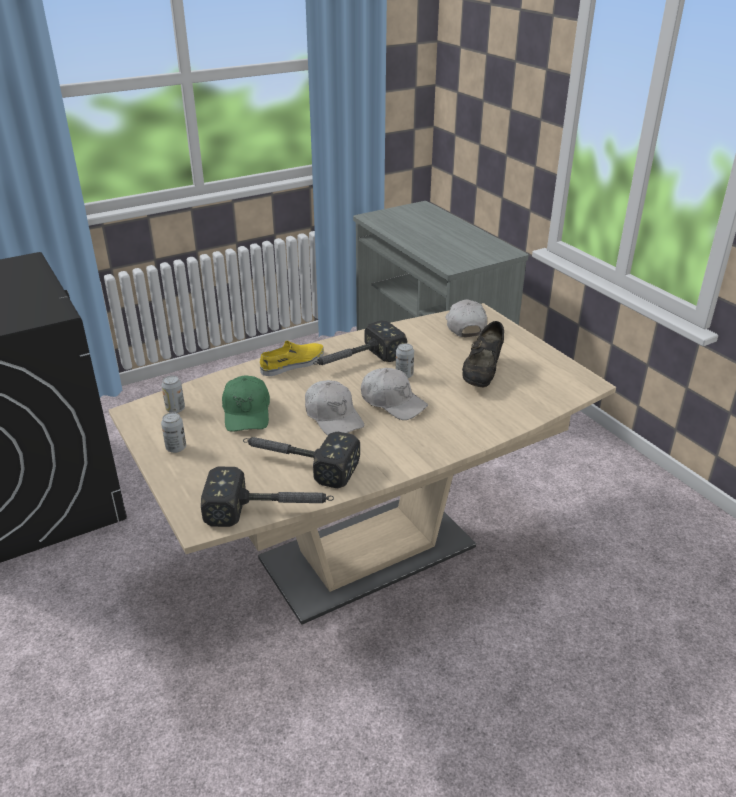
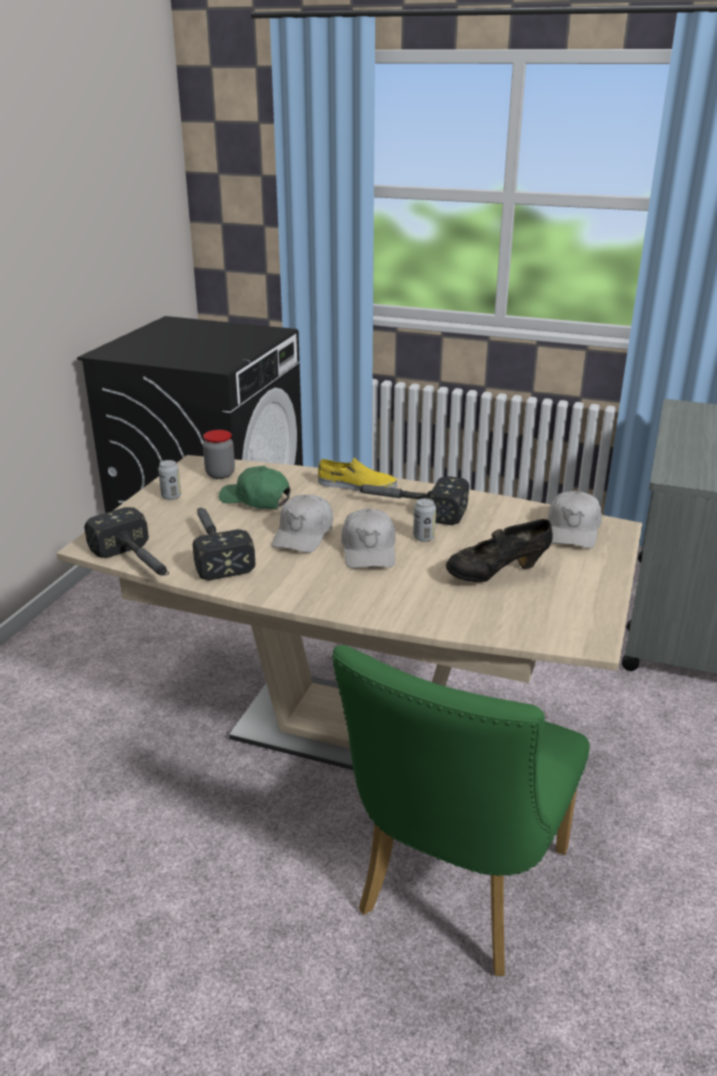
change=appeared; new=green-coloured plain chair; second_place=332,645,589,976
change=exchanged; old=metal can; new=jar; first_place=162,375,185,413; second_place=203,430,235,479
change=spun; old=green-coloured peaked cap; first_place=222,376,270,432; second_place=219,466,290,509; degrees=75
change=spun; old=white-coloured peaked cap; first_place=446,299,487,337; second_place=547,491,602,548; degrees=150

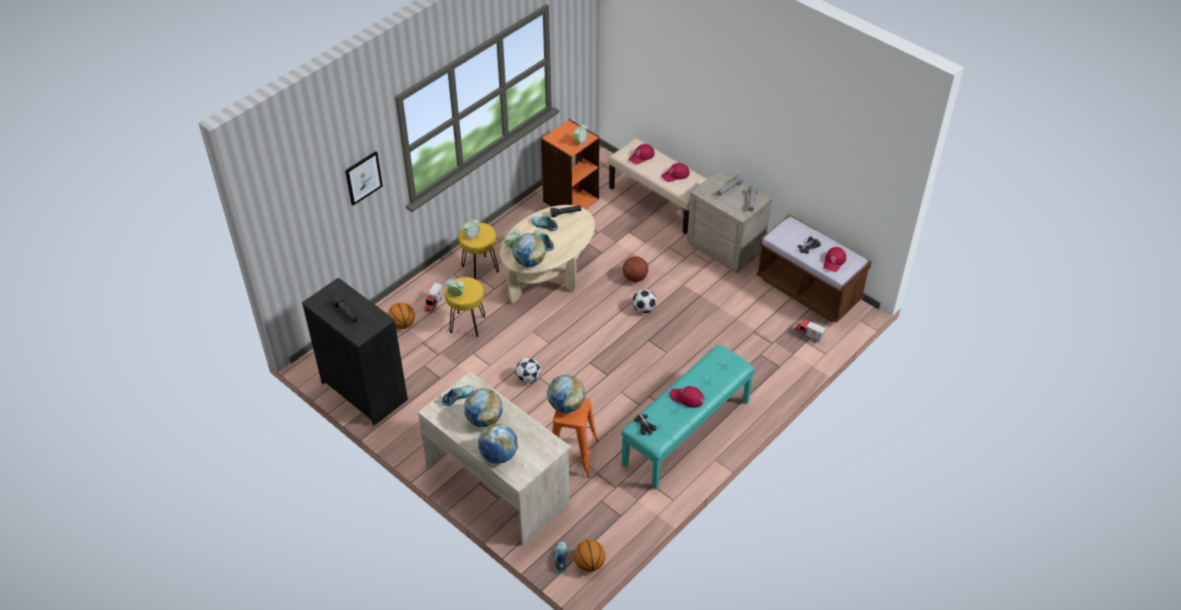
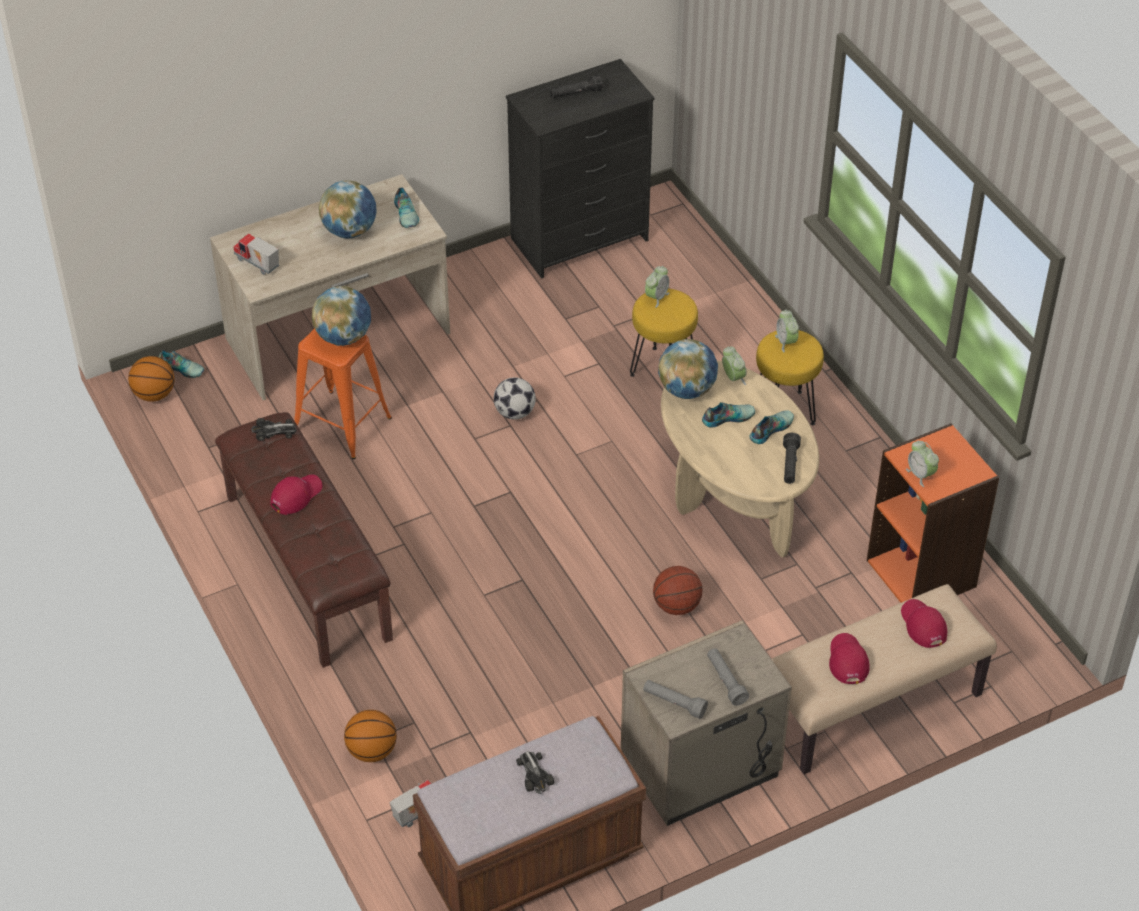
change=missing; old=picture; first_place=345,151,383,206
change=missing; old=desk globe; first_place=478,423,518,464
change=missing; old=football; first_place=632,289,657,313
change=missing; old=reddish peaked cap; first_place=823,247,846,272
change=relocated; old=basketball; first_place=388,302,415,329; second_place=344,710,397,762
change=relocated; old=toy truck; first_place=424,283,443,313; second_place=233,234,279,275
change=colour; old=turquoise indoor bench; new=brownish indoor bench; first_place=621,345,755,490; second_place=215,412,393,668

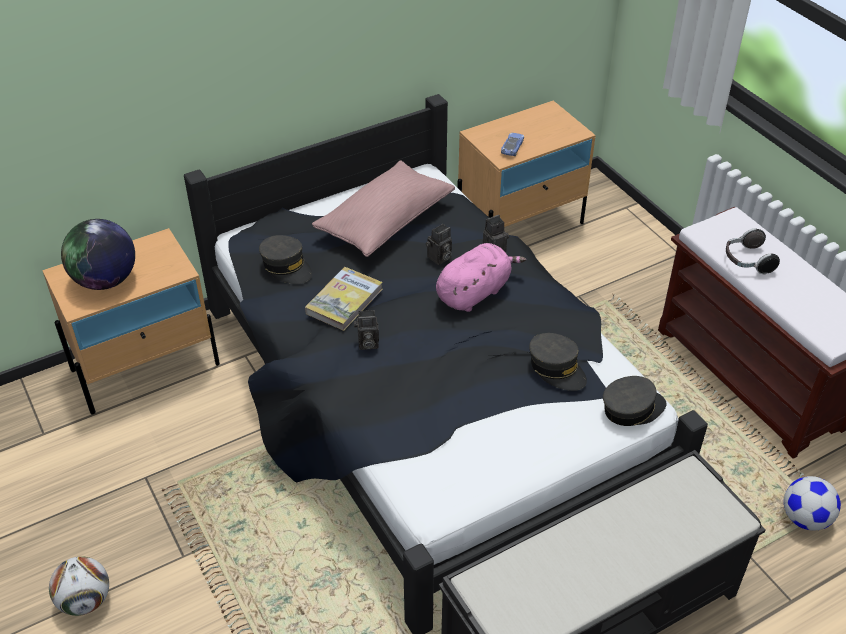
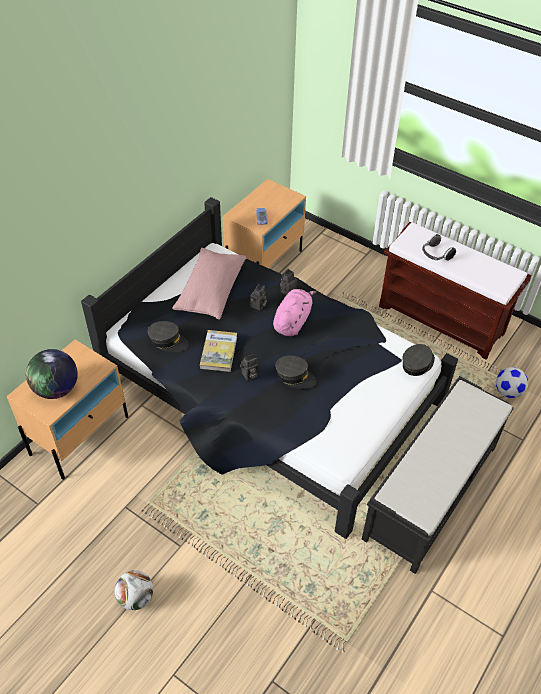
change=relocated; old=gray peaked cap; first_place=529,333,587,391; second_place=275,355,317,389

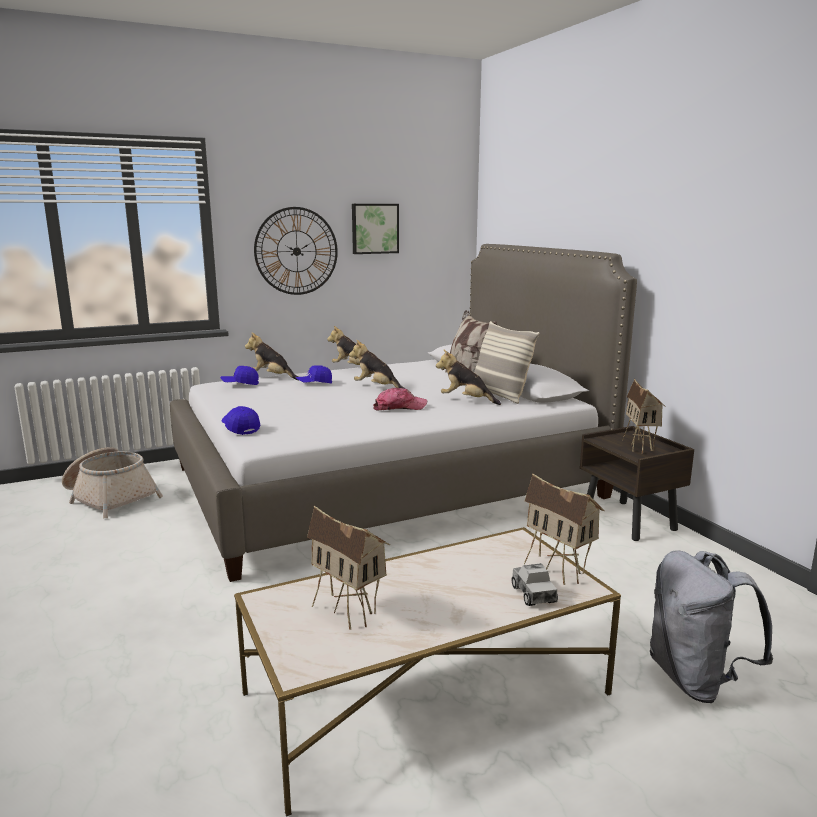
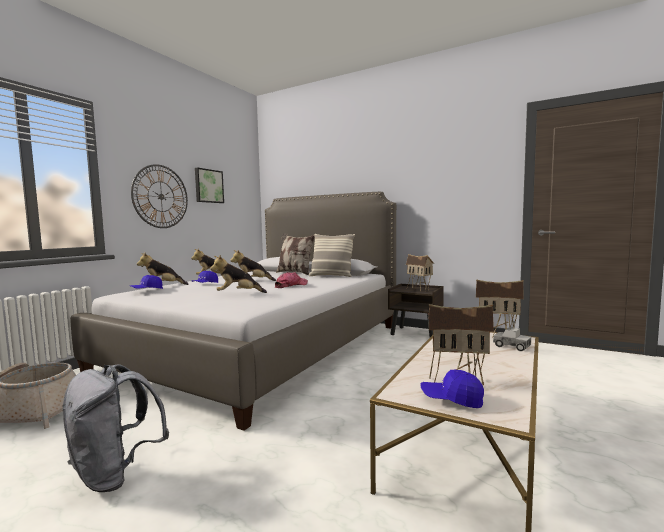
change=relocated; old=blue-coloured peaked cap; first_place=221,406,260,435; second_place=420,370,484,408
change=relocated; old=cuddly toy; first_place=436,349,501,405; second_place=210,255,267,293
change=relocated; old=gray backpack; first_place=650,550,773,703; second_place=62,364,169,492

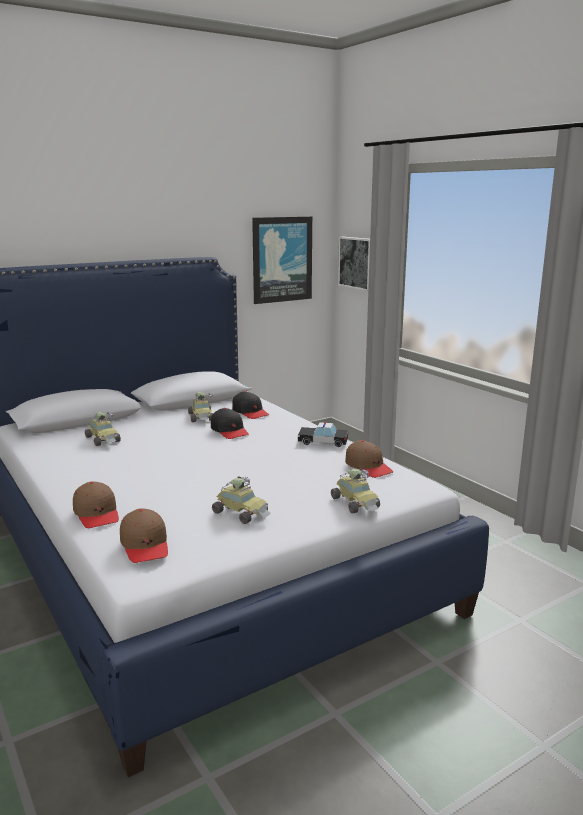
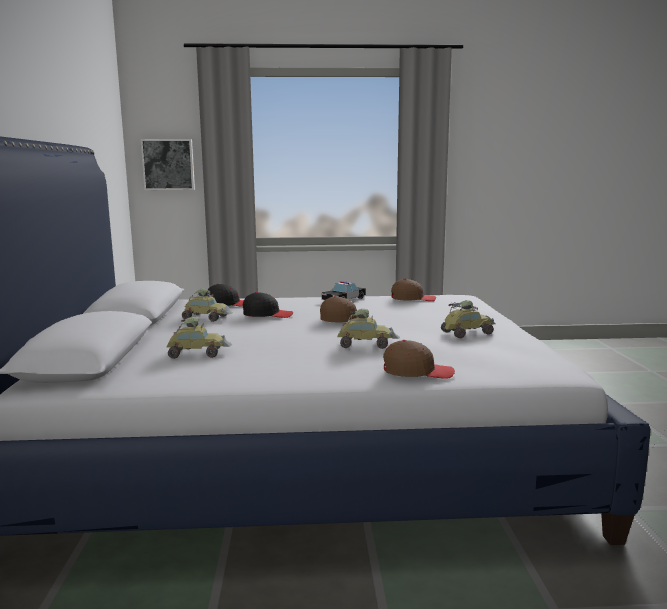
change=missing; old=picture; first_place=252,216,312,304
change=relocated; old=brownish peaked cap; first_place=120,508,168,563; second_place=320,296,372,322
change=relocated; old=miniature car; first_place=331,468,380,514; second_place=337,309,400,349

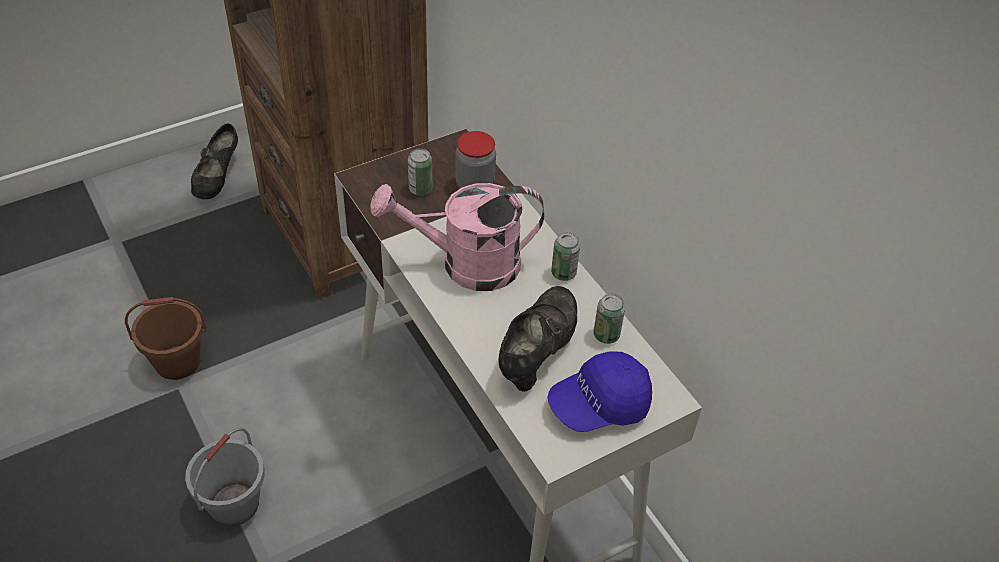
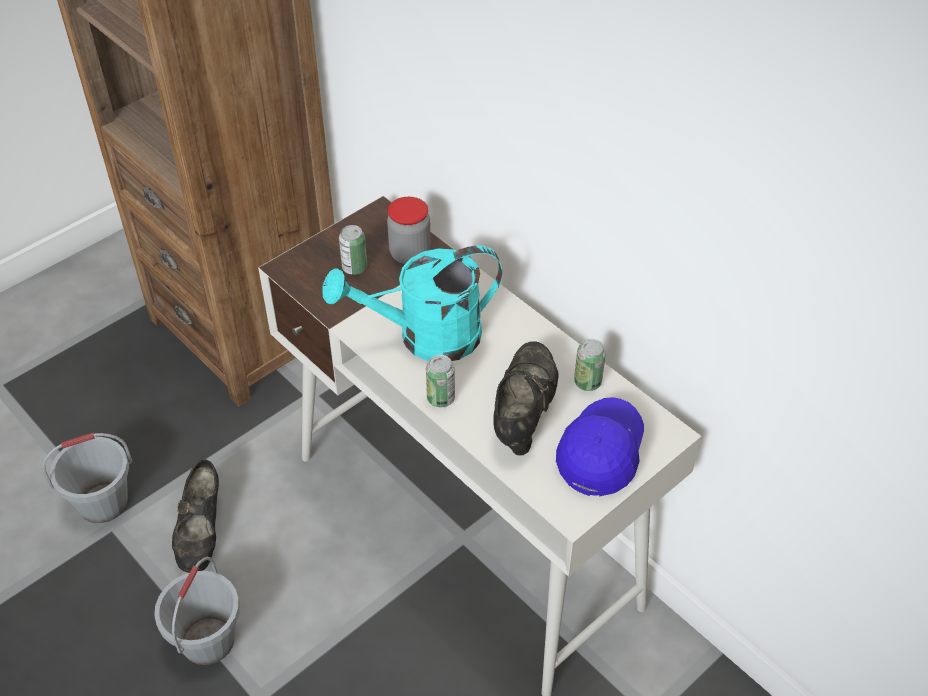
change=relocated; old=black shoe; first_place=191,123,238,199; second_place=172,459,219,573
change=relocated; old=metal can; first_place=551,232,580,281; second_place=426,355,455,407
change=colour; old=brownish pail; new=gray pail; first_place=125,297,207,380; second_place=43,433,132,523
change=colour; old=pink watering can; new=turquoise watering can; first_place=370,183,544,291; second_place=322,245,502,361
change=spun; old=blue-coloured peaked cap; first_place=548,351,652,432; second_place=556,397,644,497; degrees=150

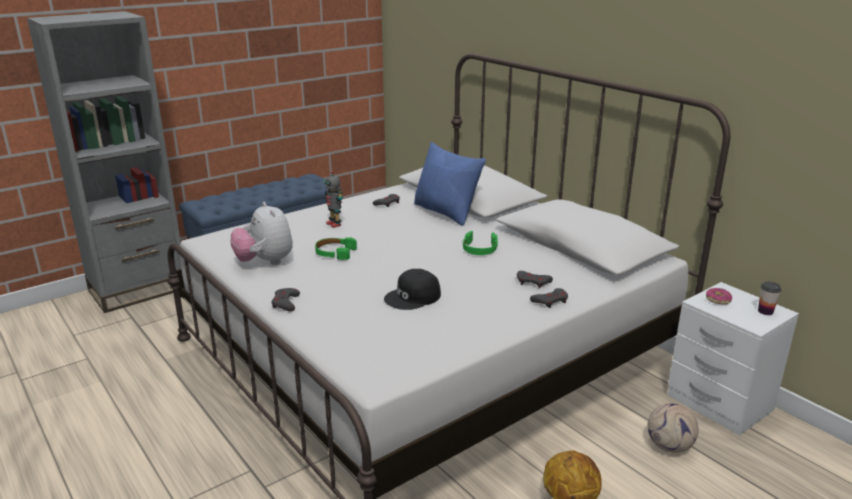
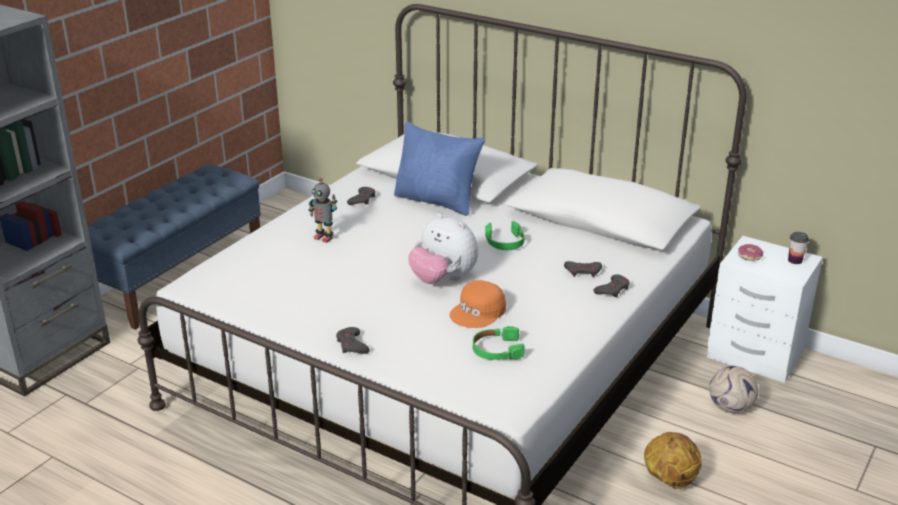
change=relocated; old=cuddly toy; first_place=231,202,293,265; second_place=408,213,478,284
change=relocated; old=green-coloured headset; first_place=315,238,357,260; second_place=473,326,525,360
change=colour; old=black peaked cap; new=orangey peaked cap; first_place=384,269,441,310; second_place=450,280,506,328

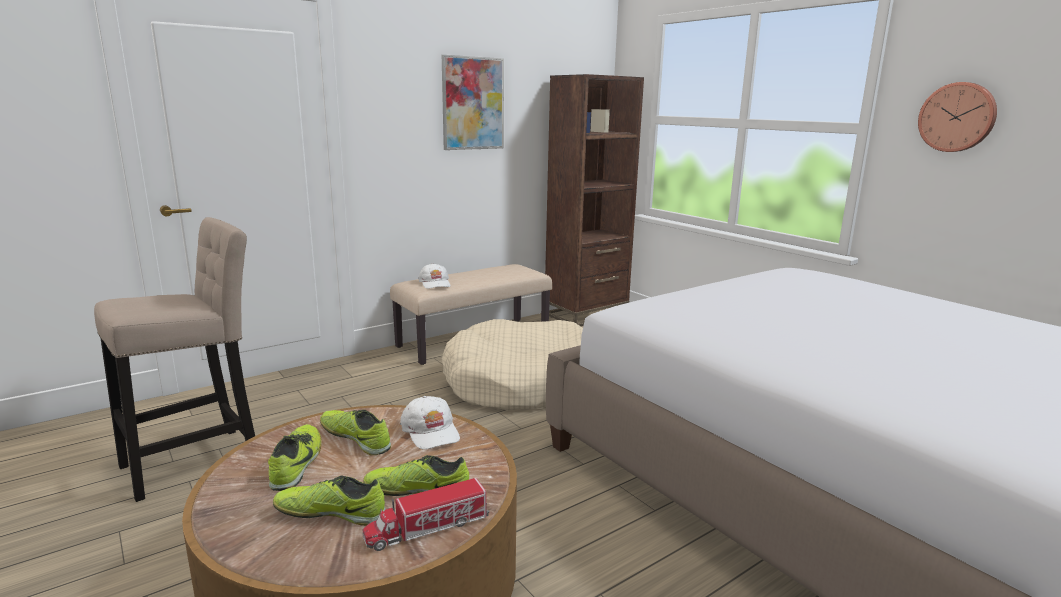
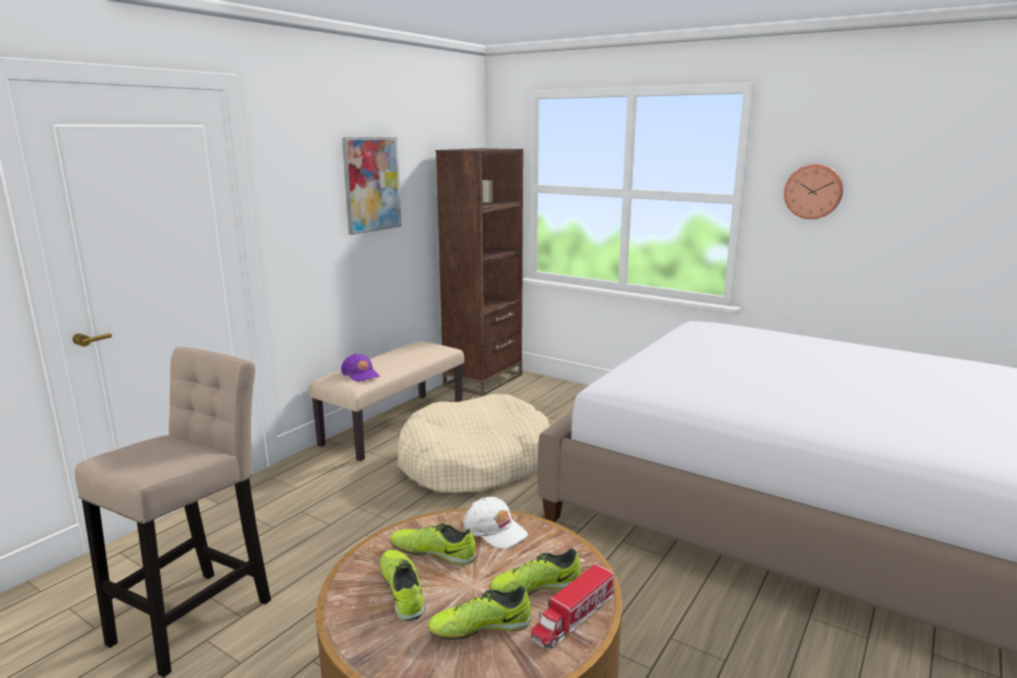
change=colour; old=white-coloured peaked cap; new=purple peaked cap; first_place=418,263,450,289; second_place=341,354,379,382

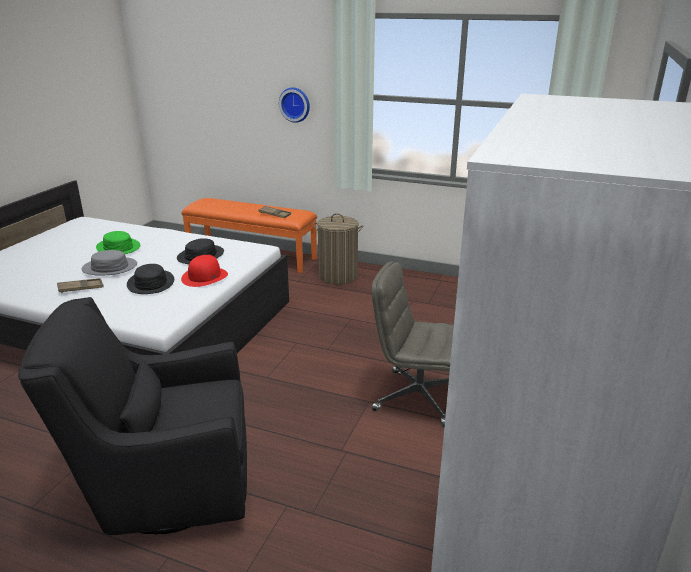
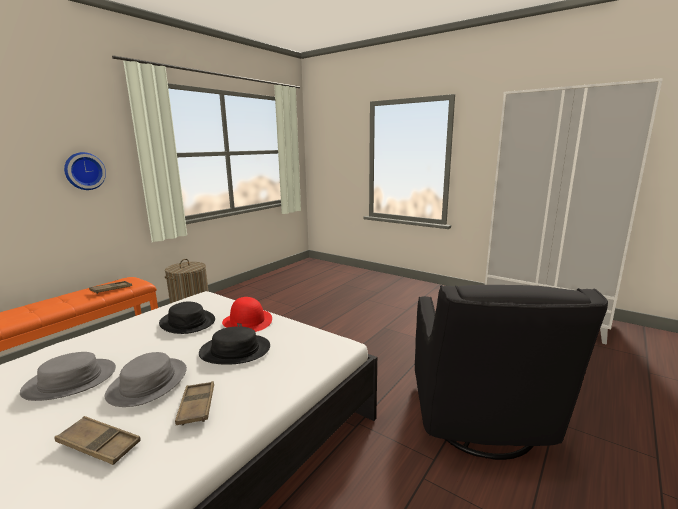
change=missing; old=gray office chair; first_place=372,262,454,427
change=appeared; new=brownish serving tray; second_place=54,416,141,465
change=colour; old=green-coloured clothing hat; new=gray clothing hat; first_place=96,231,140,254; second_place=20,352,116,401

